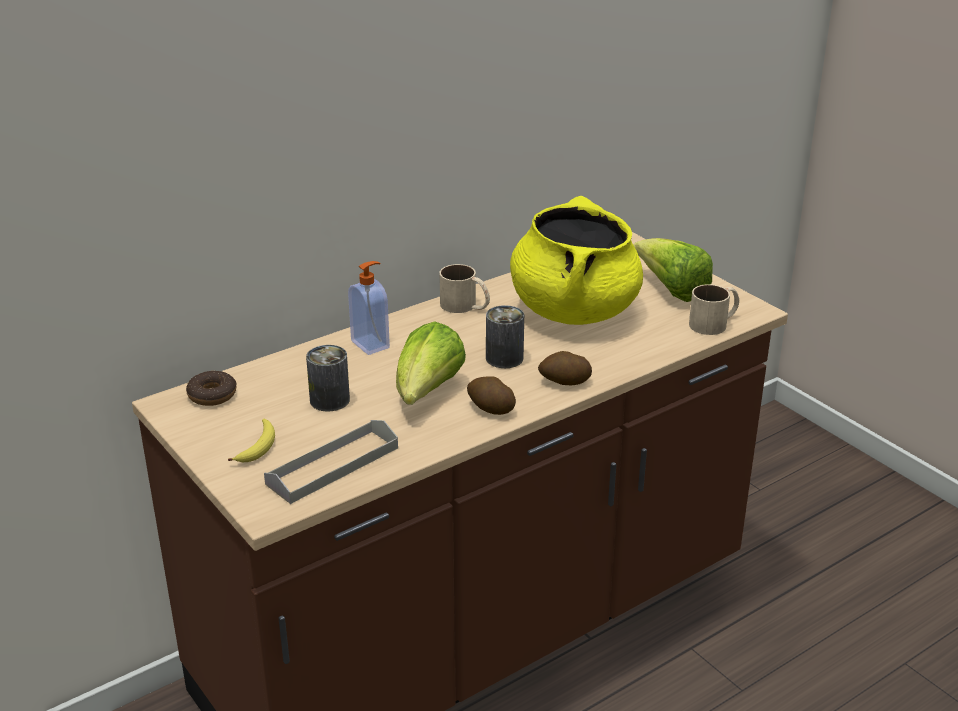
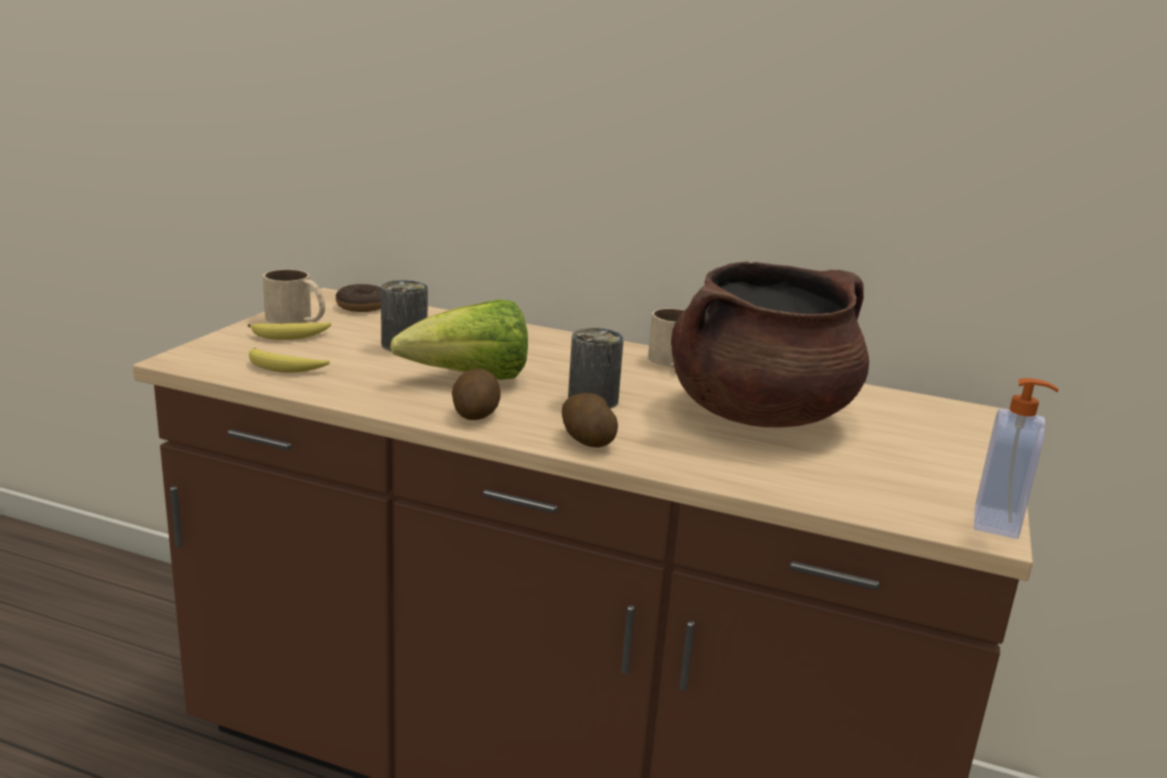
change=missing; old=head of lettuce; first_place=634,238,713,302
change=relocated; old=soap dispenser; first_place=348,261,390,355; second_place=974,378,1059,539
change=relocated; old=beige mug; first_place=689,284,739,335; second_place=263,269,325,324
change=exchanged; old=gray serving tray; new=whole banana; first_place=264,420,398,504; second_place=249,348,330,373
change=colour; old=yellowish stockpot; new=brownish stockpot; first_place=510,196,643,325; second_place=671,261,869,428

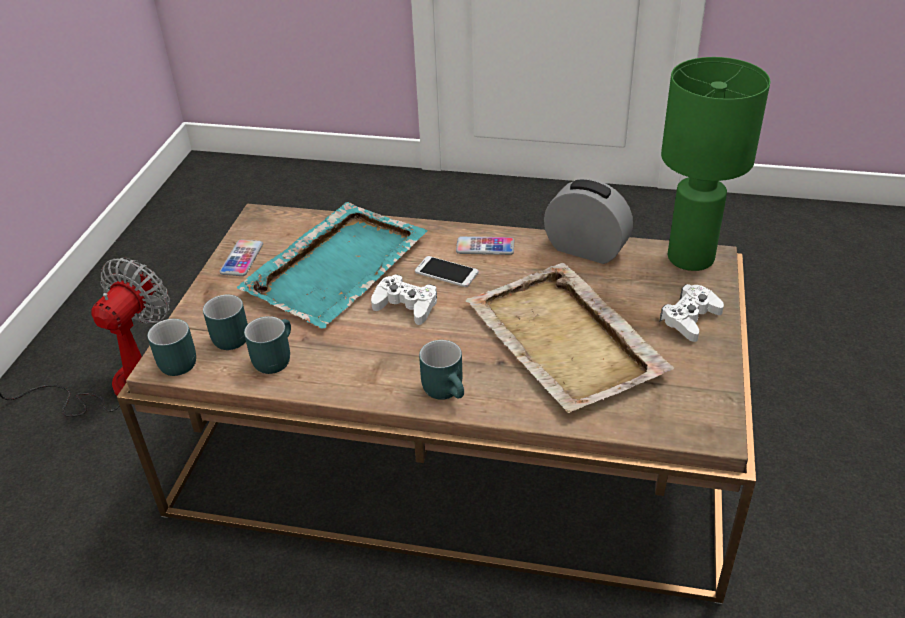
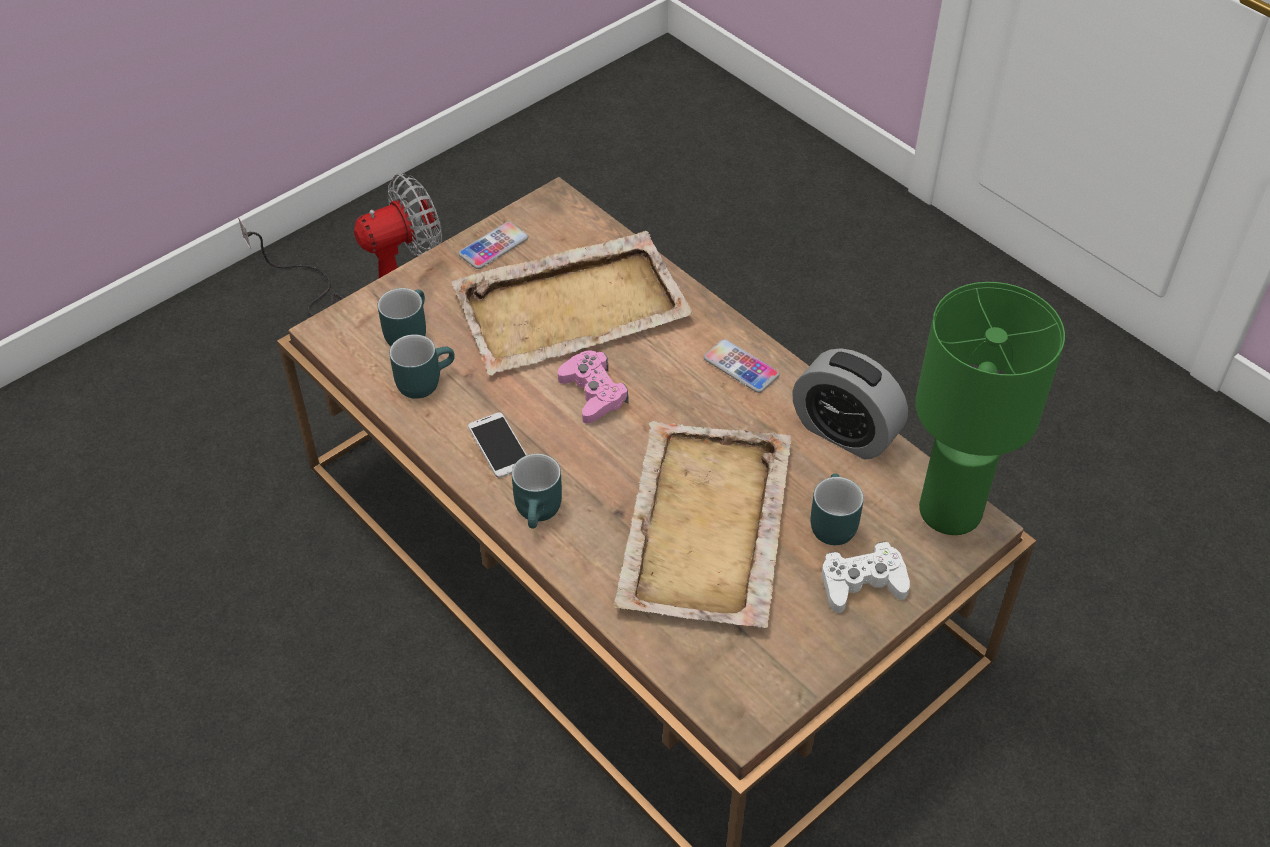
change=relocated; old=turquoise mug; first_place=147,319,196,376; second_place=811,473,864,545
change=relocated; old=handset; first_place=415,256,479,287; second_place=468,412,527,478
change=colour; old=turquoise serving tray; new=beige serving tray; first_place=237,202,428,328; second_place=451,231,693,375
change=colour; old=white-coloured game controller; new=pink game controller; first_place=371,274,437,325; second_place=558,350,629,424
change=spun; old=alarm clock; first_place=544,179,633,264; second_place=792,348,908,459; degrees=150

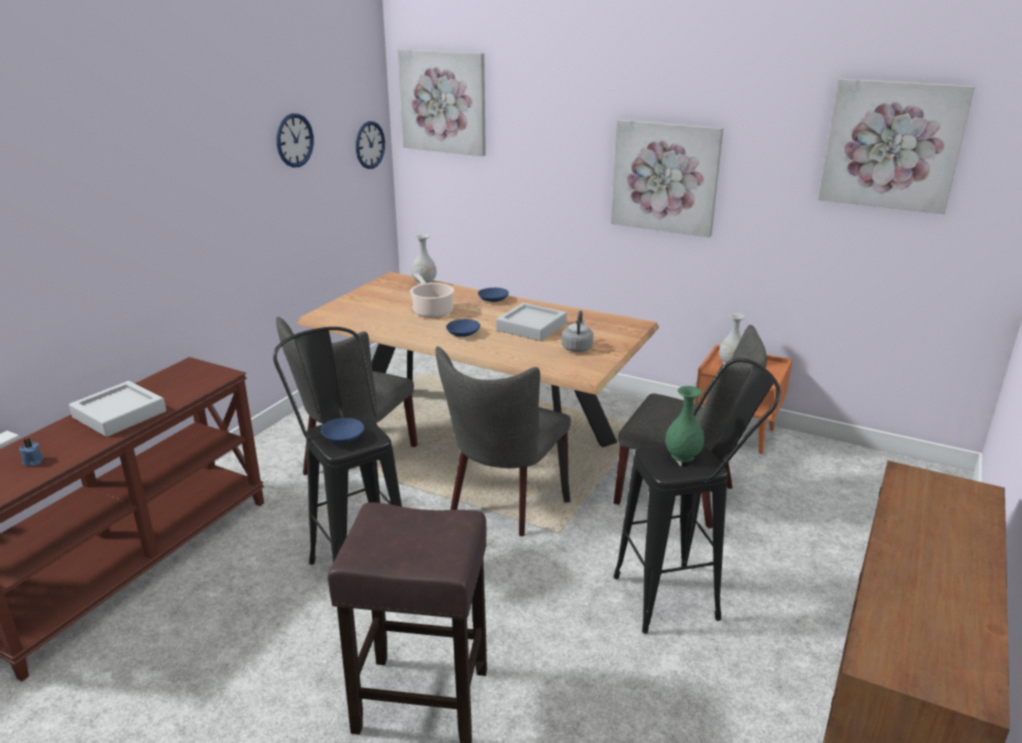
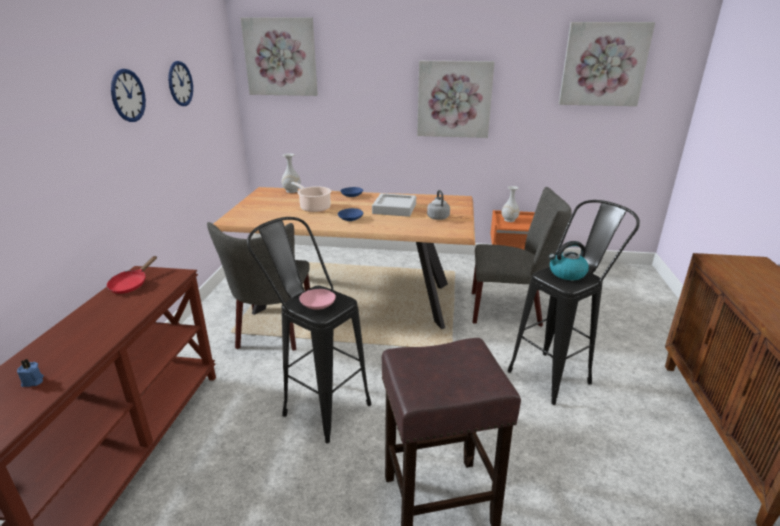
change=missing; old=gray serving tray; first_place=69,381,166,437
change=missing; old=gray plain chair; first_place=436,346,571,536
change=appeared; new=reddish pan; second_place=107,256,157,294
change=relocated; old=wall clock; first_place=356,121,385,169; second_place=111,69,146,122
change=exchanged; old=green-coloured vase; new=tea kettle; first_place=665,386,704,462; second_place=549,241,589,280
change=colour; old=blue-coloured bowl; new=pink bowl; first_place=321,418,364,443; second_place=299,289,336,310

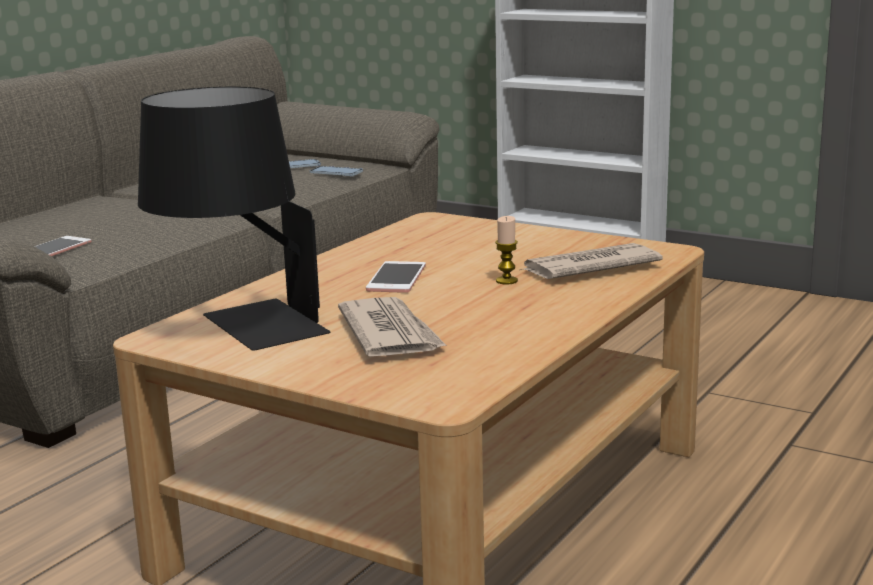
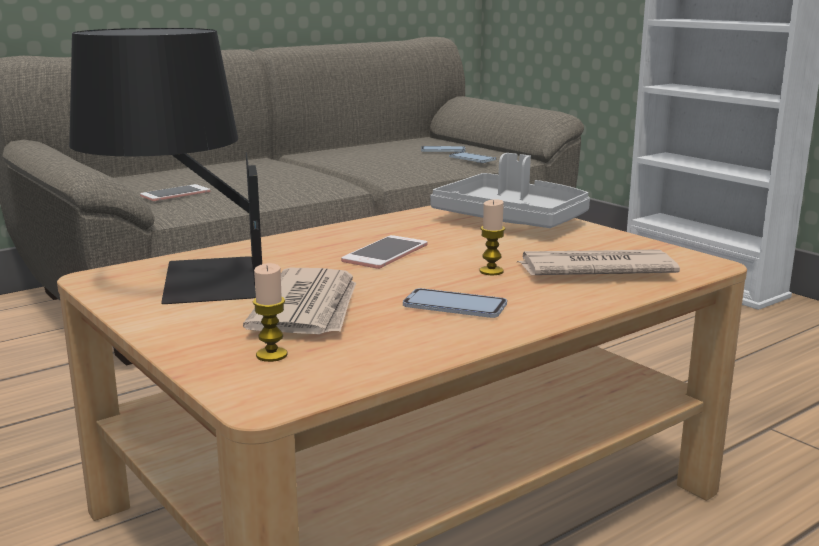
change=appeared; new=wax light; second_place=253,263,288,362
change=appeared; new=handset; second_place=403,288,507,318
change=appeared; new=gray serving tray; second_place=430,153,590,228

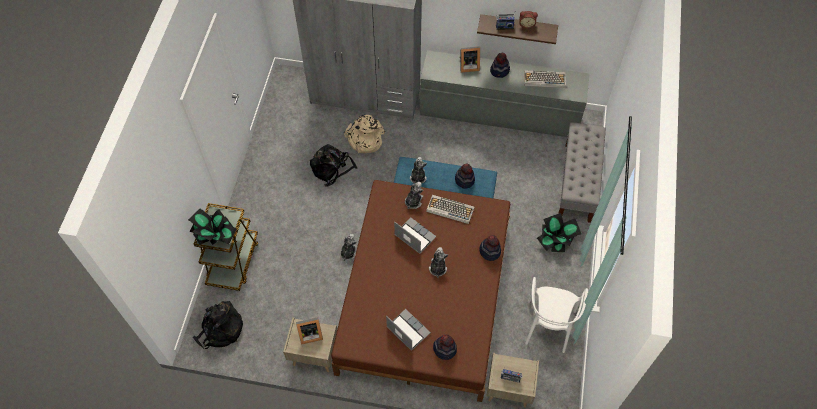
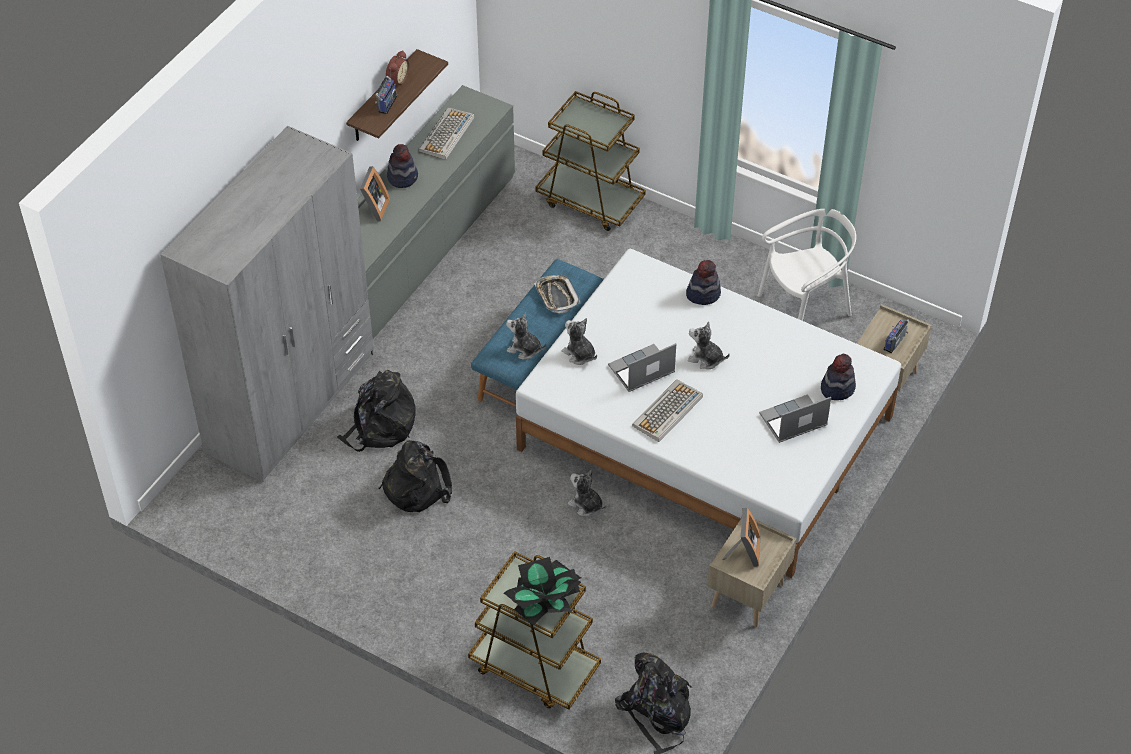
change=missing; old=potted plant; first_place=537,213,582,252
change=relocated; old=computer keyboard; first_place=426,195,475,224; second_place=632,380,703,442
change=exchanged; old=clothing hat; new=serving tray; first_place=455,164,475,189; second_place=534,275,580,313
change=exchanged; old=gray indoor bench; new=brownish cart; first_place=558,122,606,223; second_place=536,91,646,231
change=colour; old=brownish bed; new=white-coloured bed; first_place=331,180,510,402; second_place=516,249,901,578
change=colour; old=beige backpack; new=black backpack; first_place=344,115,385,153; second_place=337,370,416,452
change=spun; old=white-coloured plain chair; first_place=525,277,588,353; second_place=757,209,856,321; degrees=-60

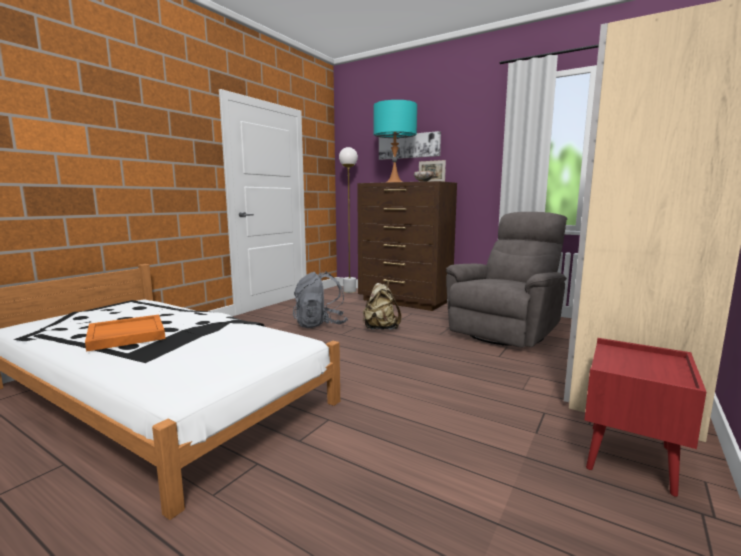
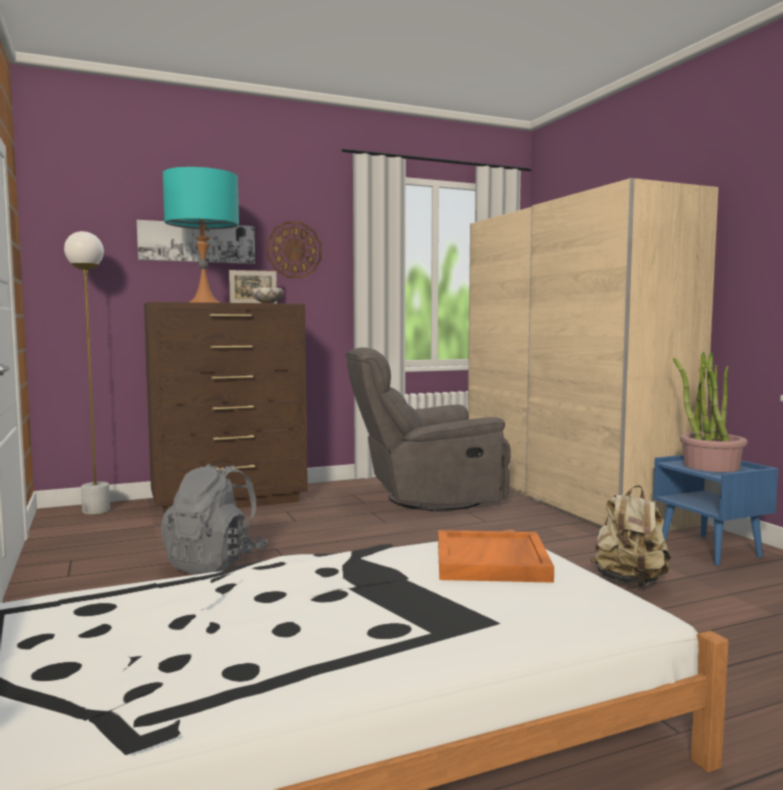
change=appeared; new=wall clock; second_place=267,221,322,278
change=appeared; new=potted plant; second_place=673,352,748,472
change=relocated; old=orangey serving tray; first_place=85,315,165,352; second_place=438,530,554,583
change=relocated; old=beige backpack; first_place=363,281,401,330; second_place=590,485,671,587
change=colour; old=reddish nightstand; new=blue-coloured nightstand; first_place=584,338,706,497; second_place=653,455,778,566
change=spun; old=gray lounge chair; first_place=446,212,567,348; second_place=346,347,511,511; degrees=-90

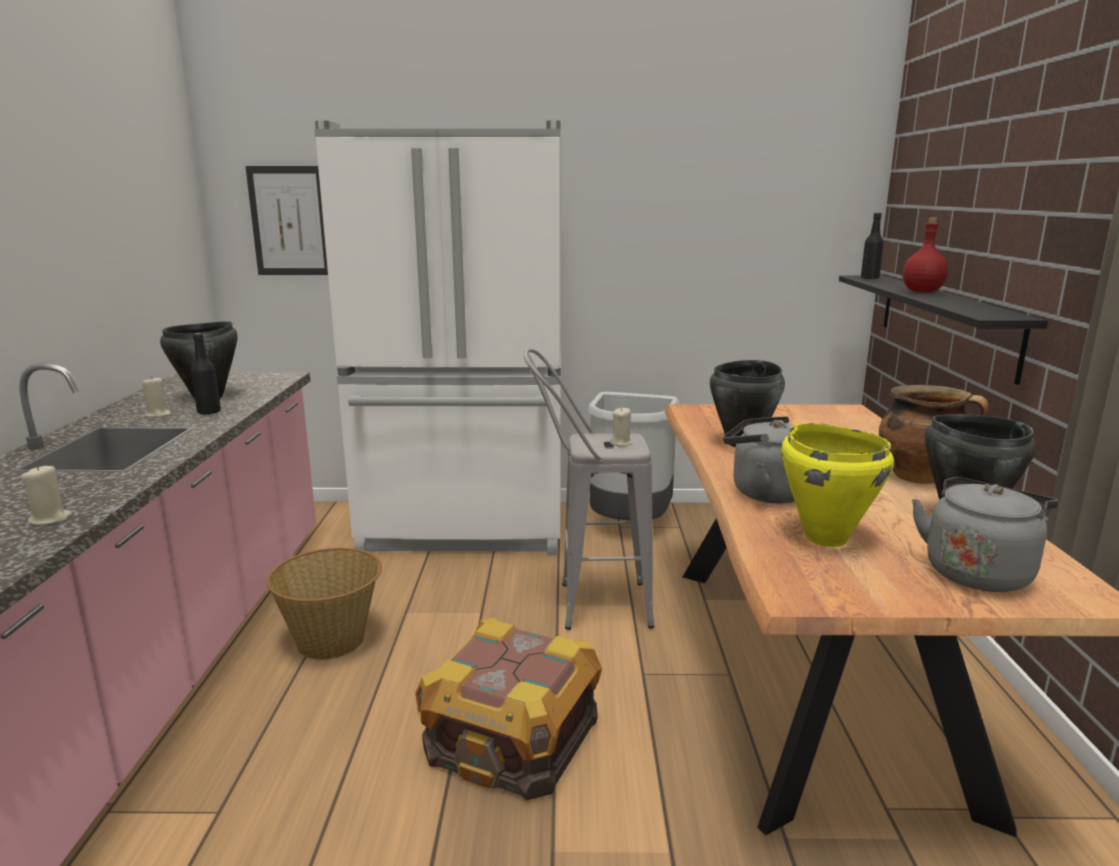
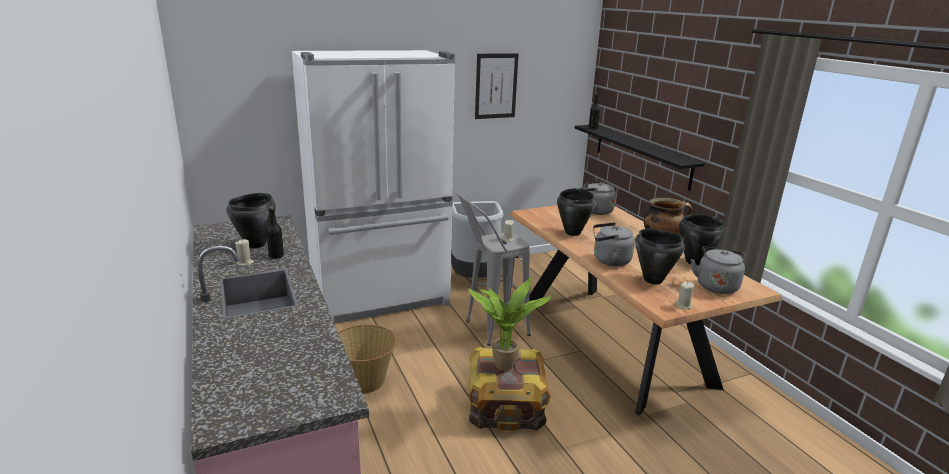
change=missing; old=reddish drink bottle; first_place=903,217,948,292
change=appeared; new=potted plant; second_place=468,277,552,371
change=appeared; new=gray tea kettle; second_place=580,181,616,215
change=relocated; old=beige wax light; first_place=21,465,72,525; second_place=675,282,694,309
change=relocated; old=picture; first_place=245,166,328,275; second_place=475,53,519,119
change=colour; old=yellowish stockpot; new=black stockpot; first_place=781,423,894,547; second_place=635,229,685,285

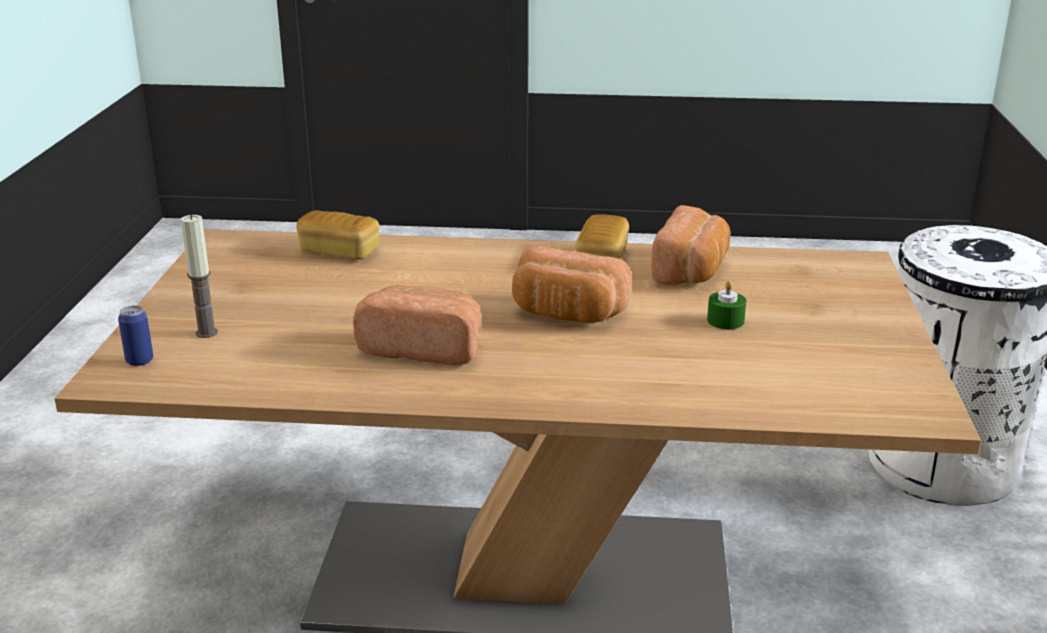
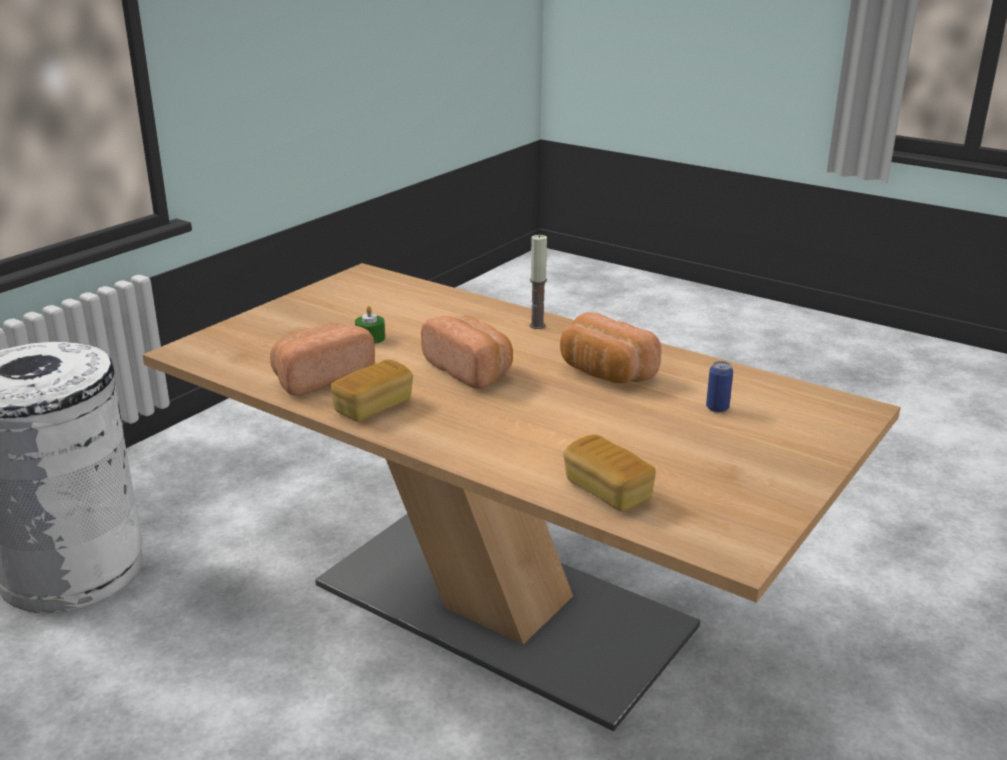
change=relocated; old=metal can; first_place=118,305,153,366; second_place=706,361,733,412
change=relocated; old=wax light; first_place=181,214,218,338; second_place=530,234,547,329

